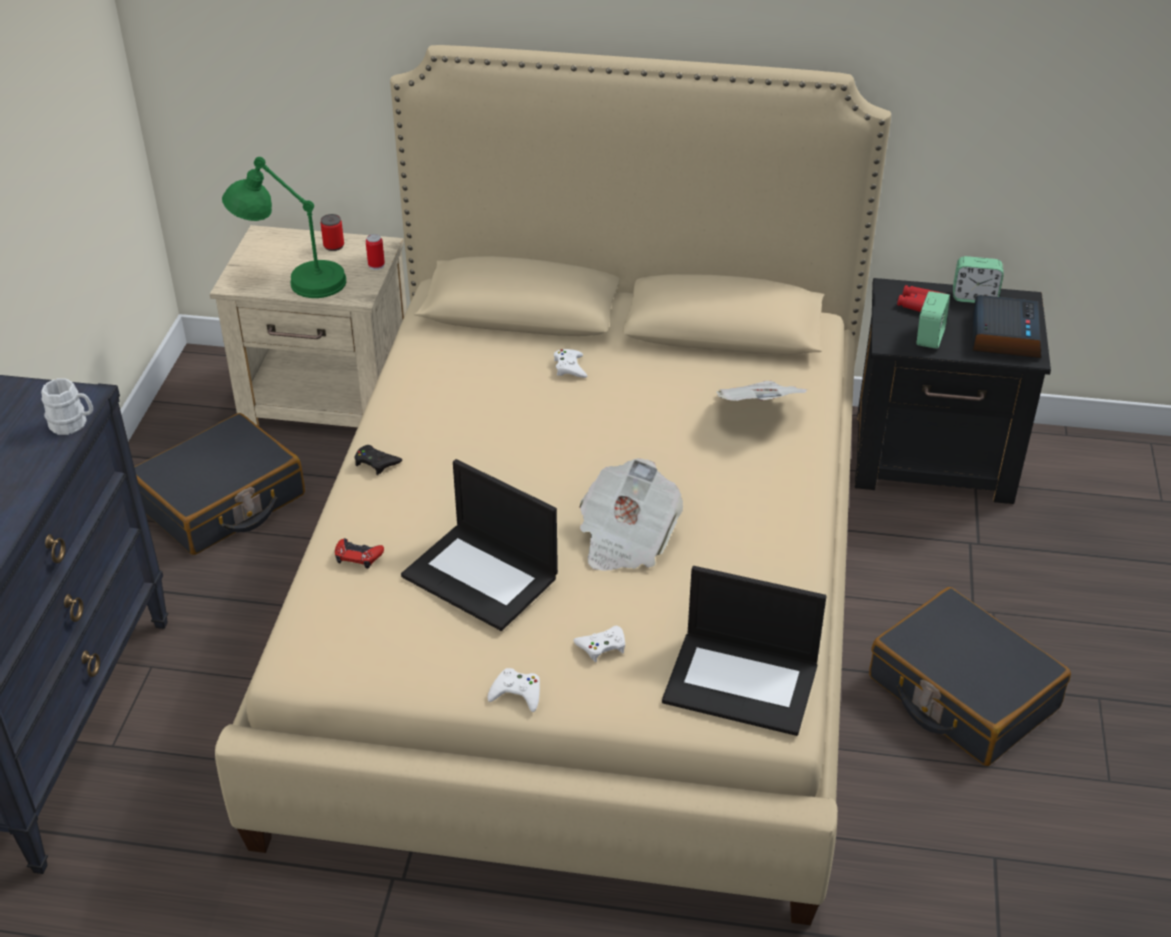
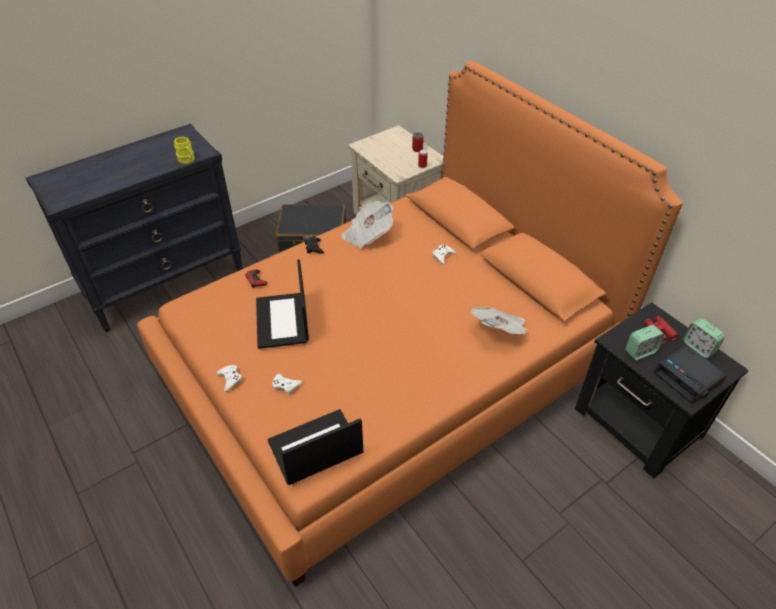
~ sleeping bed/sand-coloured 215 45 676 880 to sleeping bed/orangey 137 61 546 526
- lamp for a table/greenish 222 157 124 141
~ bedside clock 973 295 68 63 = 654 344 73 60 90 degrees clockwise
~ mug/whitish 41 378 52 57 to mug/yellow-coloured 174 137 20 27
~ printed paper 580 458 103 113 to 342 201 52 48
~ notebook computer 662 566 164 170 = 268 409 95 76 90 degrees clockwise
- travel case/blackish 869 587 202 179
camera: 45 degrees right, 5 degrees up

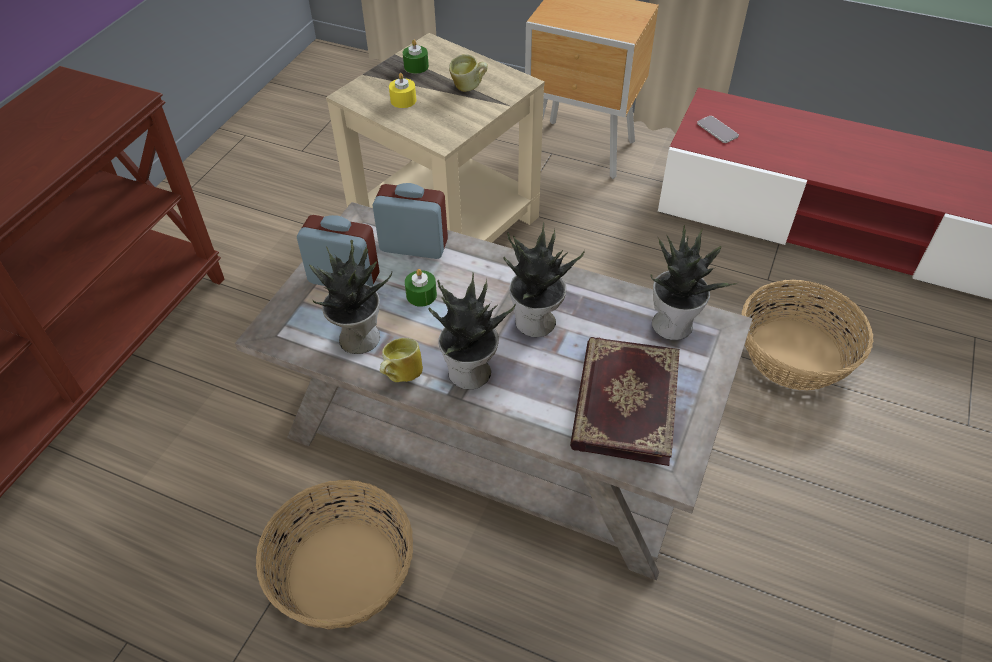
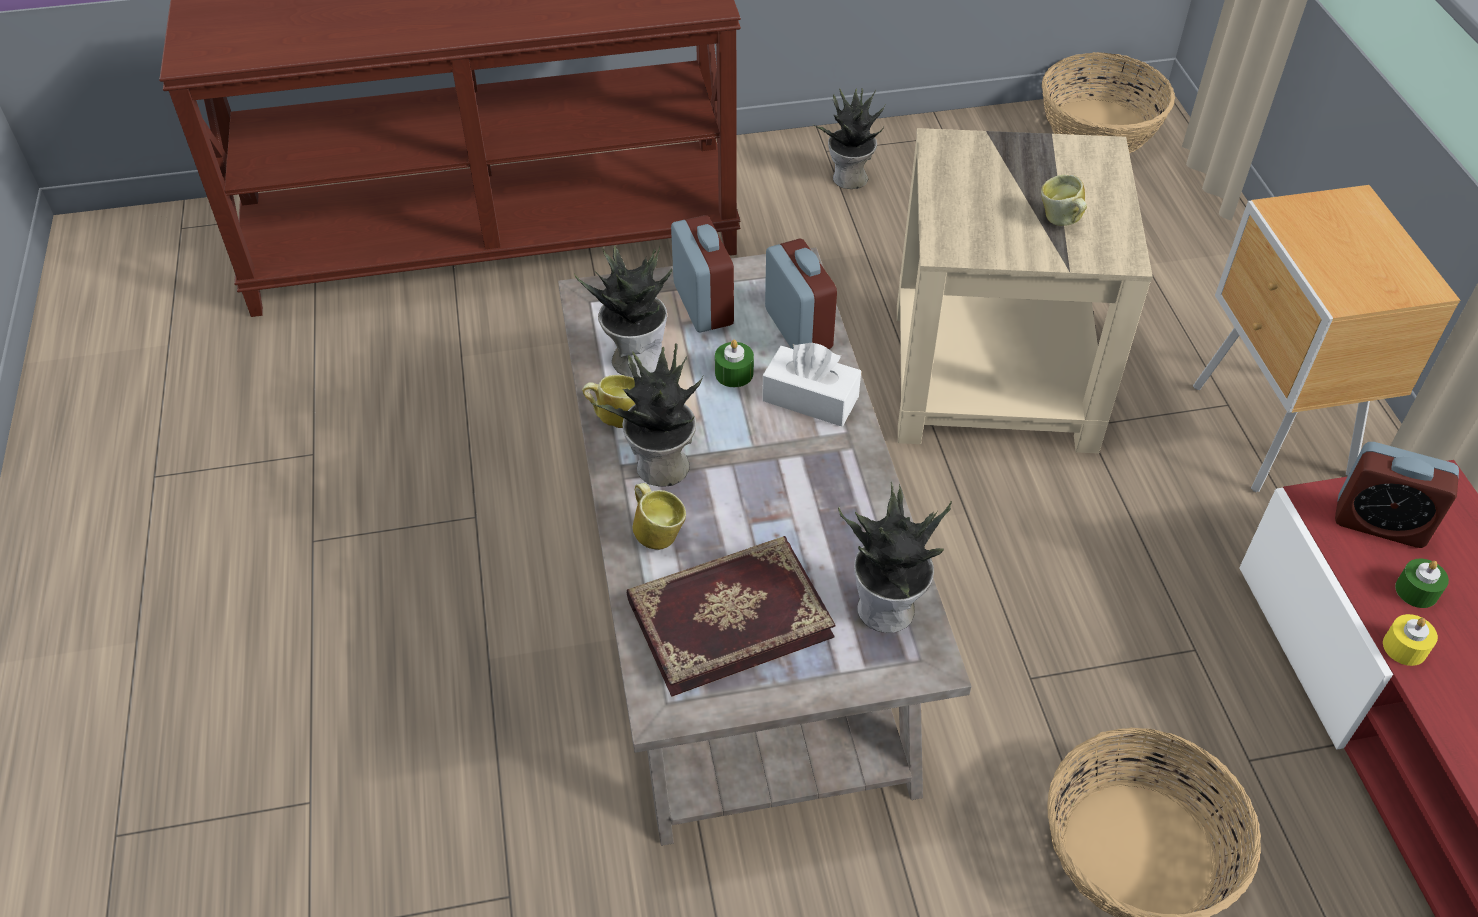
~ wax candle/greenish 403 40 26 34 to 1395 559 54 49
~ wax candle/yellow-coloured 389 73 27 35 to 1383 614 55 52
~ telephone 697 116 42 27 to bedside clock 1335 442 124 106
~ plant in a pot 503 222 82 115 to 814 88 71 101
~ household basket 256 480 157 150 to 1042 52 133 101
+ tissue box/whitish 762 343 99 83
+ mug 632 483 54 67
camera: 55 degrees right, 0 degrees up

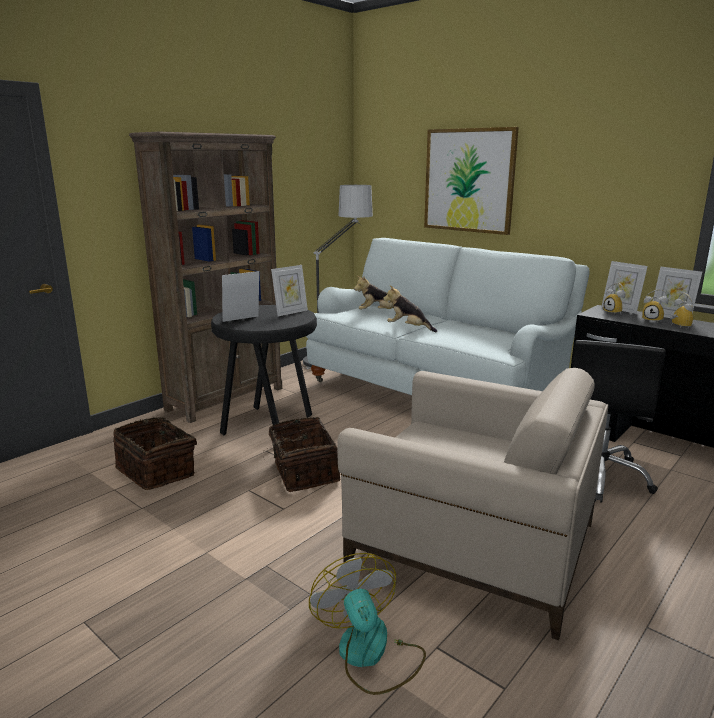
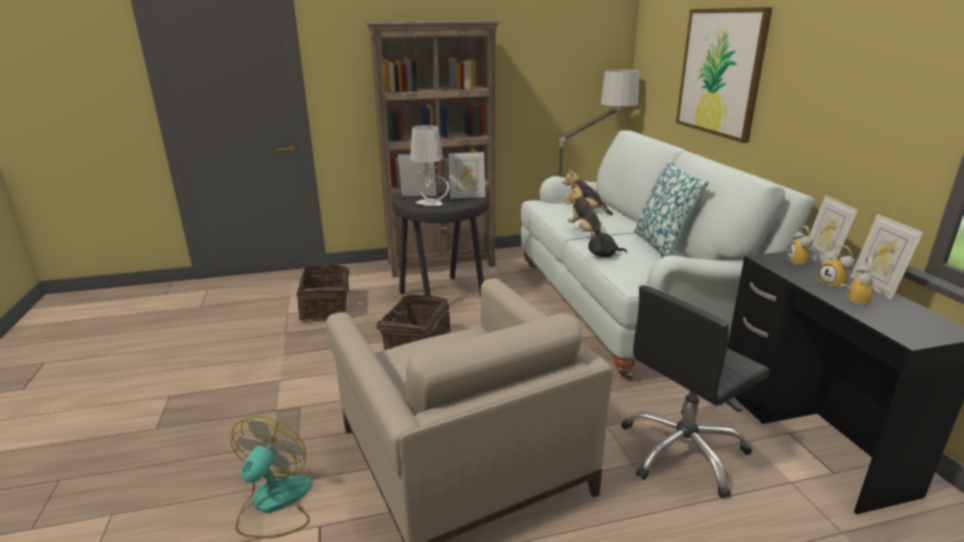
+ lamp for a table/gray 410 125 39 81
+ cushion 634 160 75 98
+ cuddly toy/blackish 589 229 38 29
camera: 35 degrees right, 5 degrees up

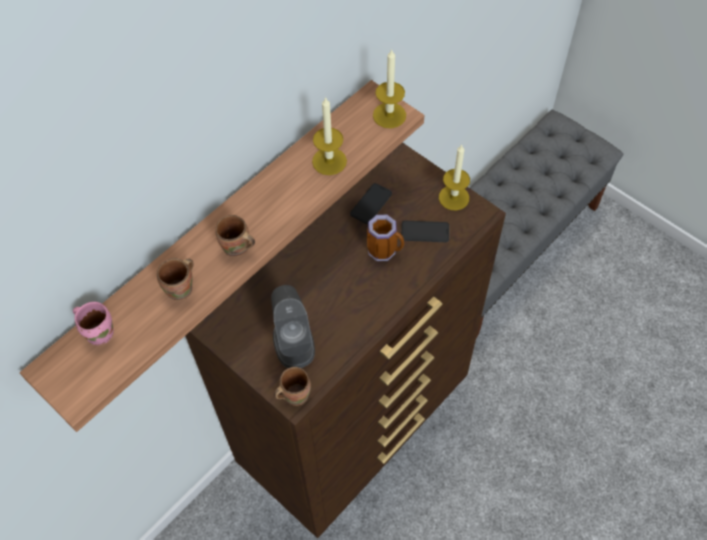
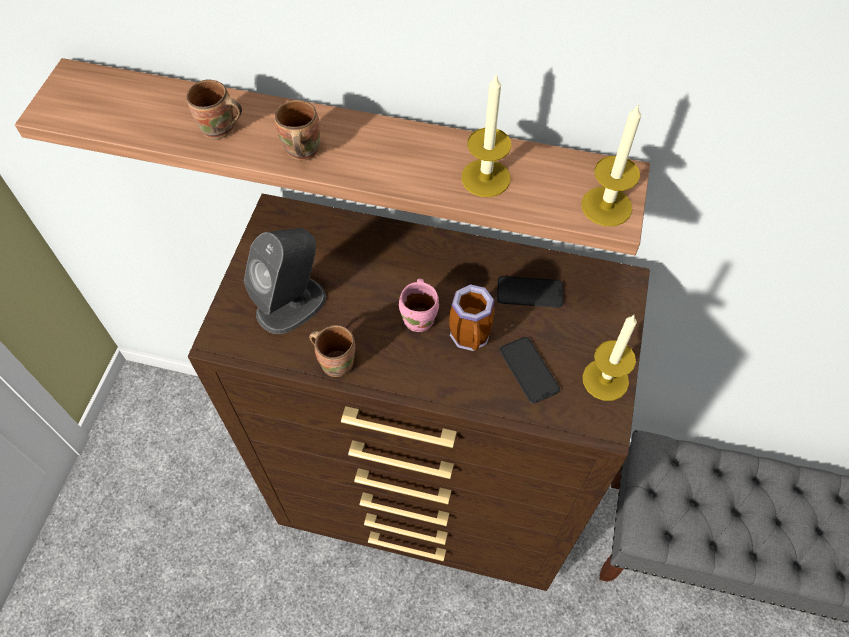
~ mug/pink 73 302 41 43 to 399 279 40 53
~ mug/brown 274 367 37 39 to 309 325 46 52
camera: 60 degrees right, 0 degrees up

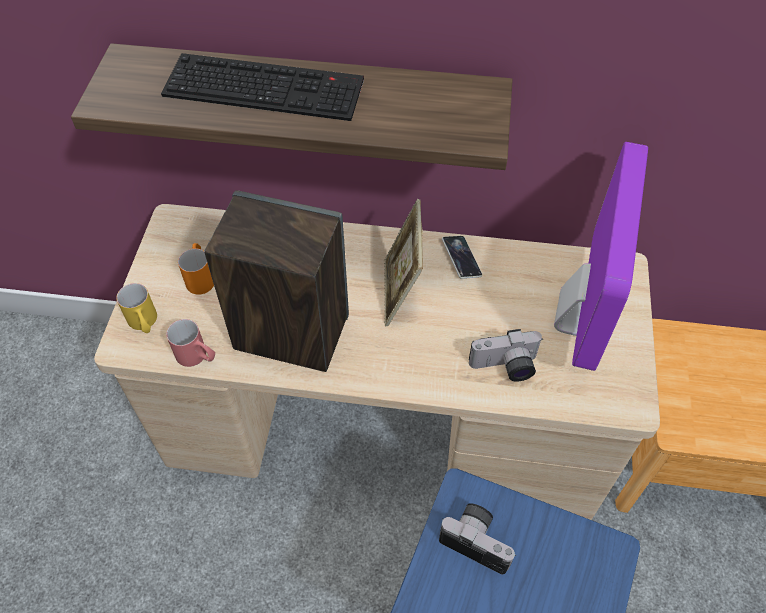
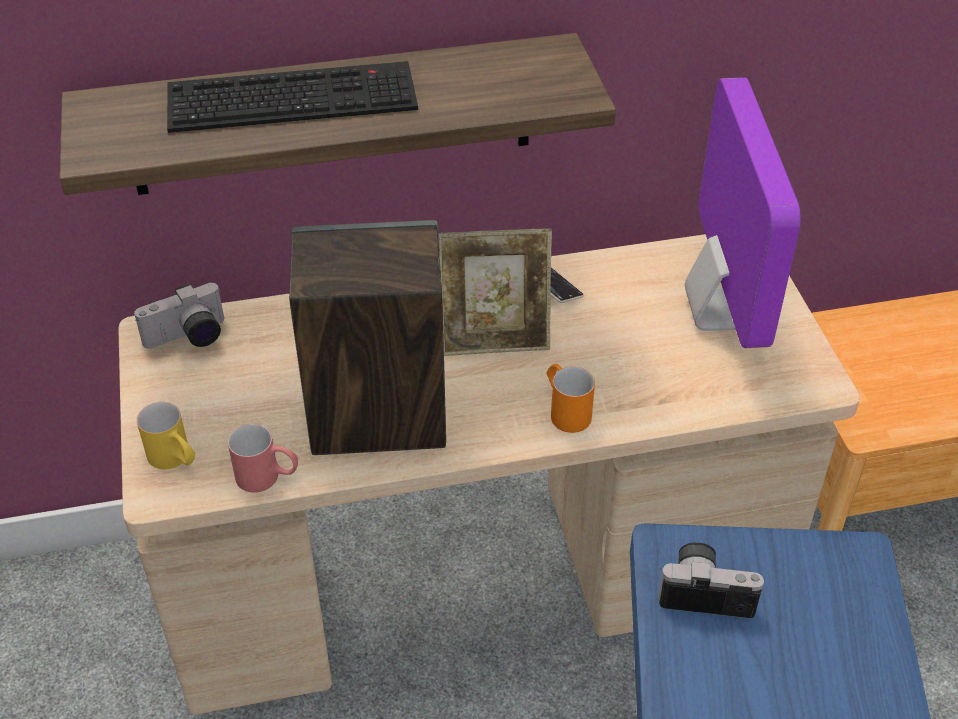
~ standing frame 384 199 39 127 = 439 228 113 128 75 degrees counterclockwise
~ mug/orangey 178 243 36 52 to 547 364 48 69
~ photo camera 469 329 73 52 to 134 283 90 66
camera: 20 degrees left, 10 degrees down

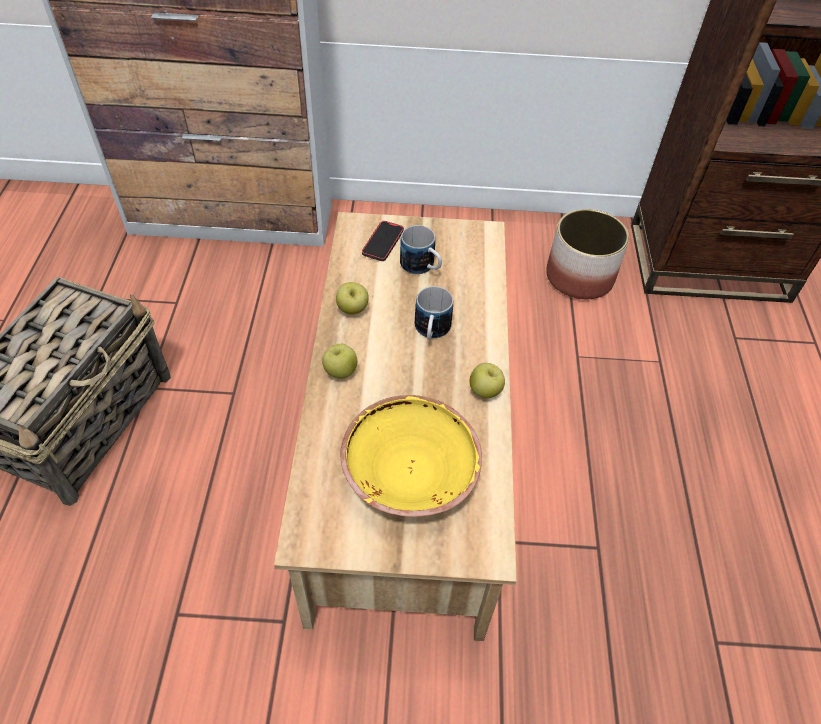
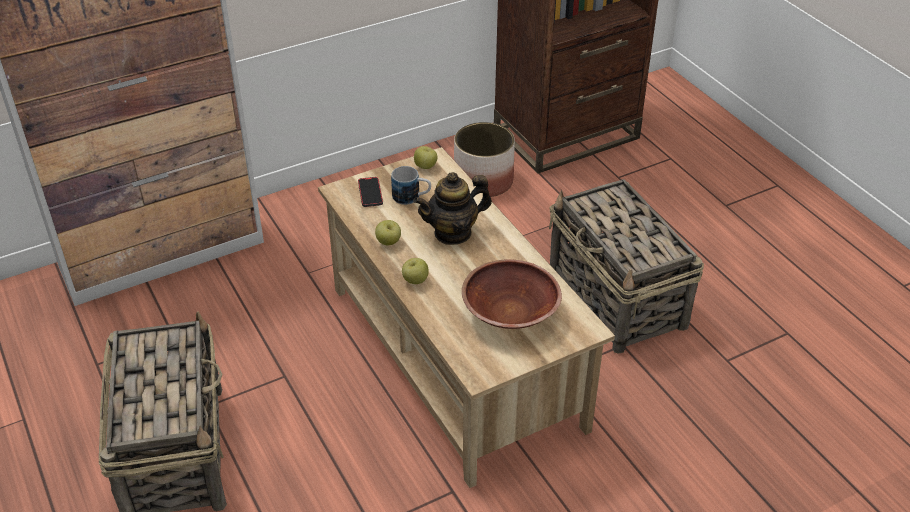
~ mug 415 286 38 54 to tea pot 414 172 78 73
~ apple fruit 469 363 36 35 to 414 146 23 23
~ bowl/yellow-coloured 340 395 142 122 to bowl/brown 462 259 100 70
+ household basket 549 179 155 175
camera: 30 degrees left, 10 degrees down

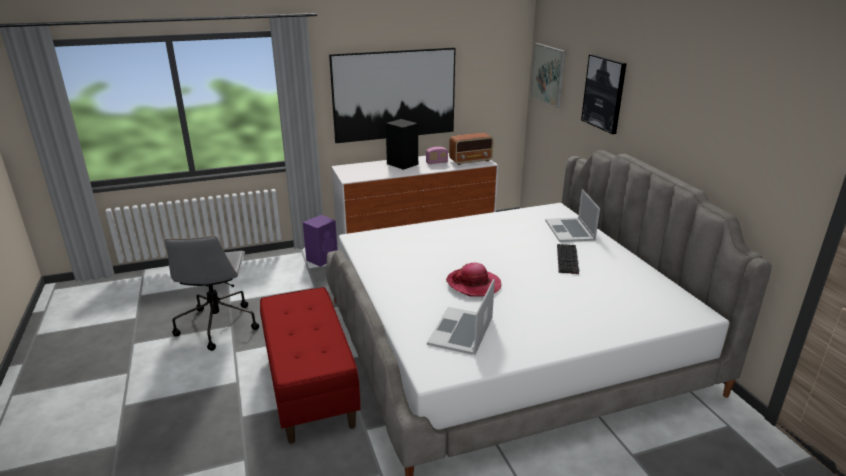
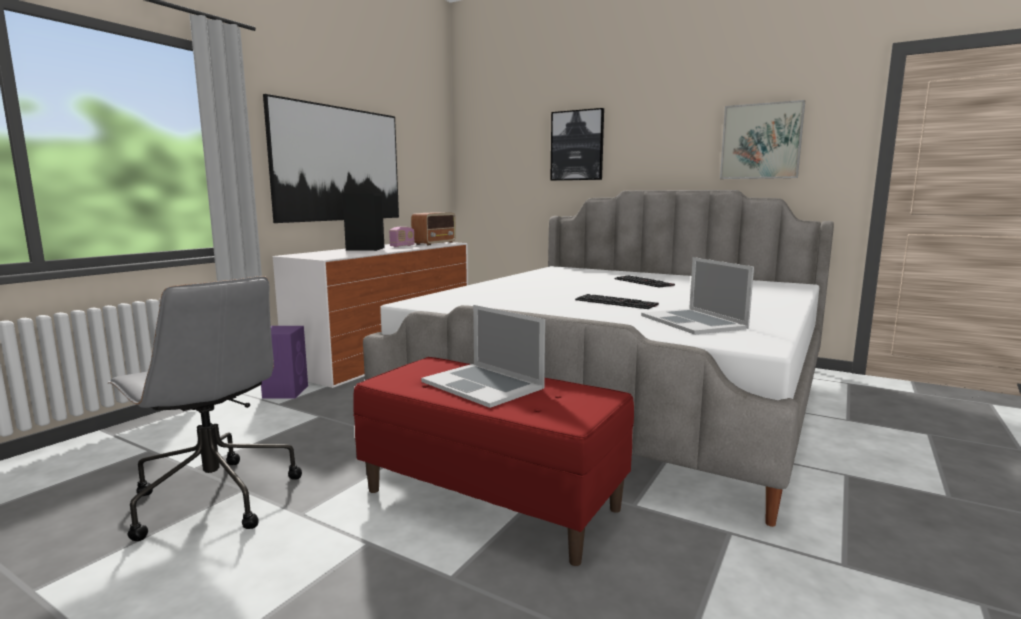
~ wall art 531 43 34 65 to 720 100 85 79
~ notebook computer 545 189 55 53 to 421 305 124 103
~ hat 446 262 55 35 to computer keyboard 575 294 84 15
camera: 40 degrees left, 15 degrees down

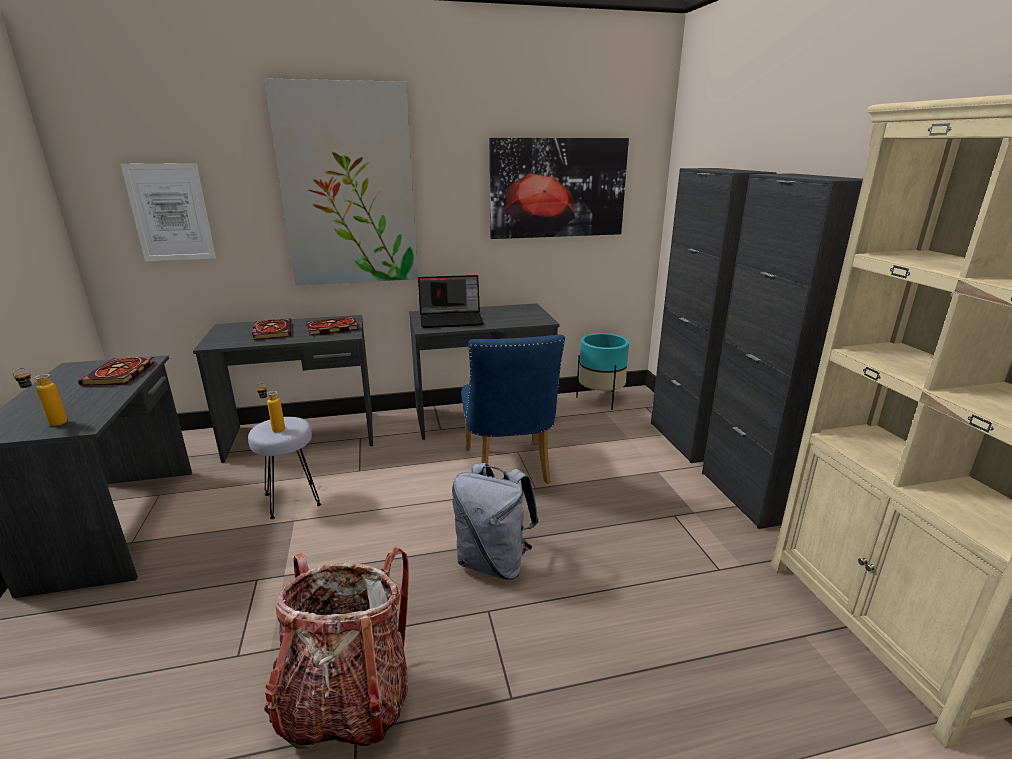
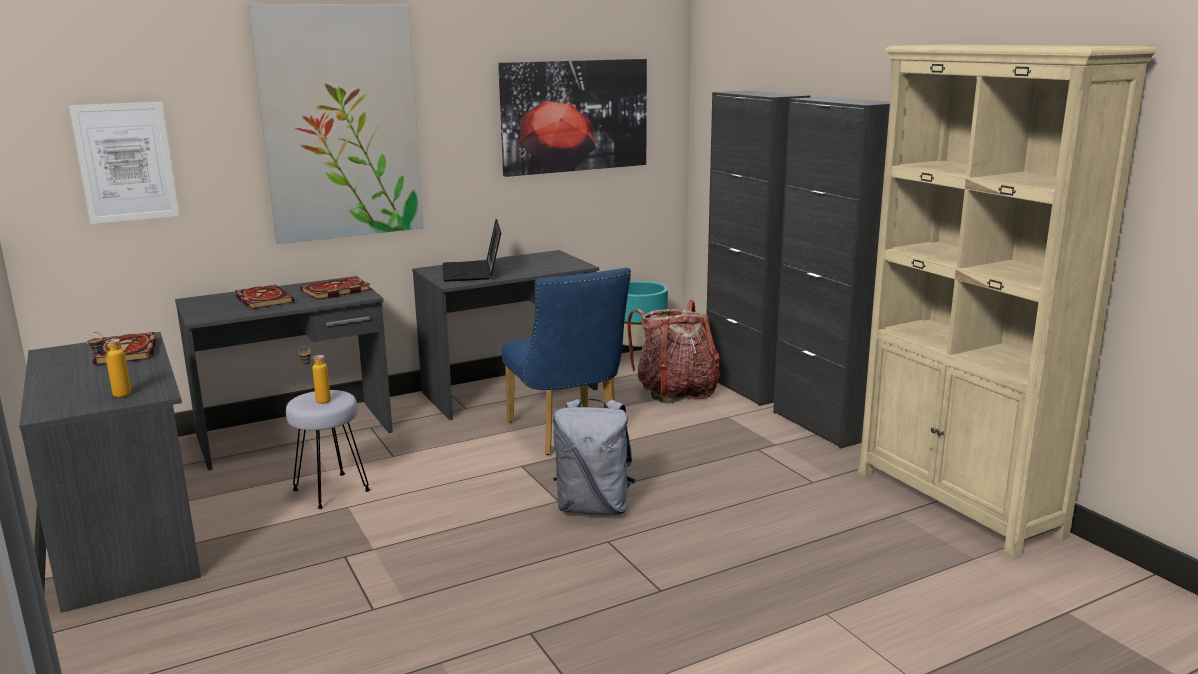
~ notebook computer 418 275 66 53 = 443 219 58 63 105 degrees clockwise
~ backpack 264 547 145 202 to 627 300 93 103
camera: 15 degrees left, 5 degrees down

